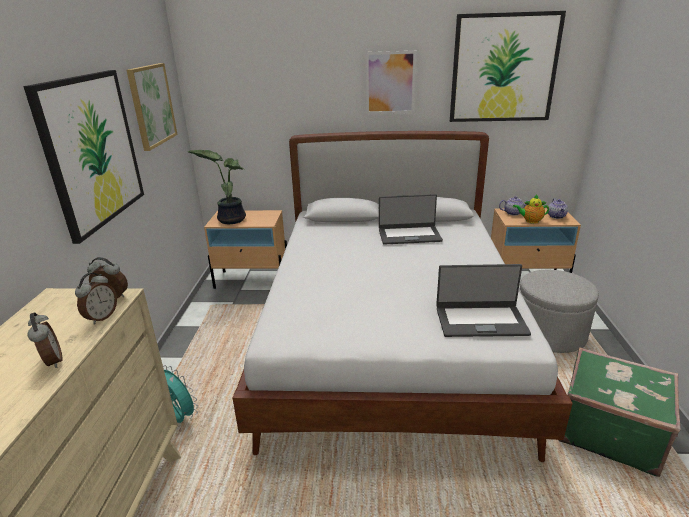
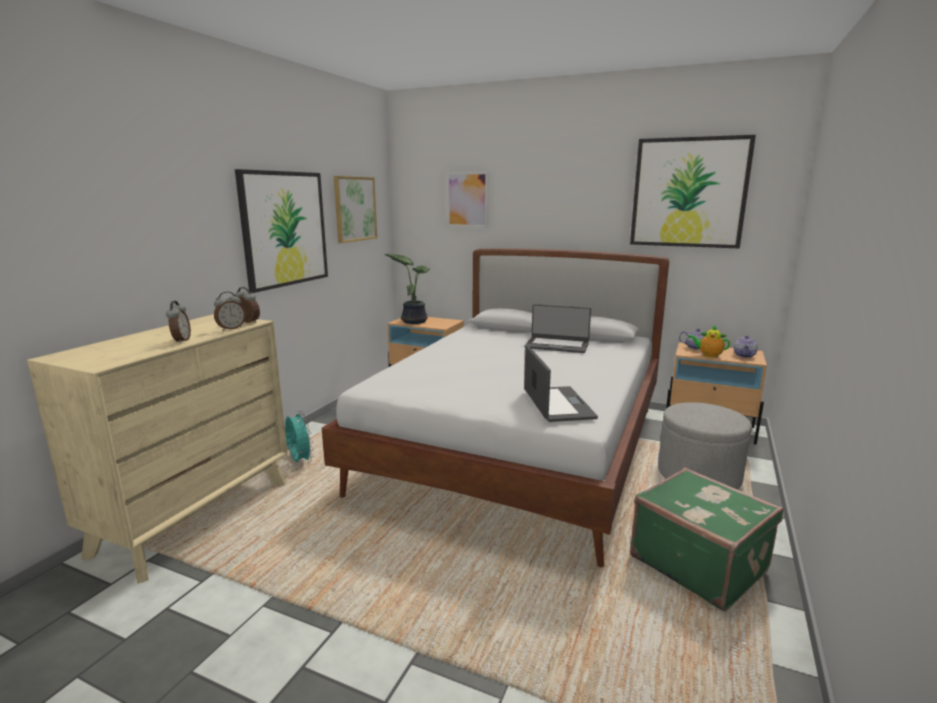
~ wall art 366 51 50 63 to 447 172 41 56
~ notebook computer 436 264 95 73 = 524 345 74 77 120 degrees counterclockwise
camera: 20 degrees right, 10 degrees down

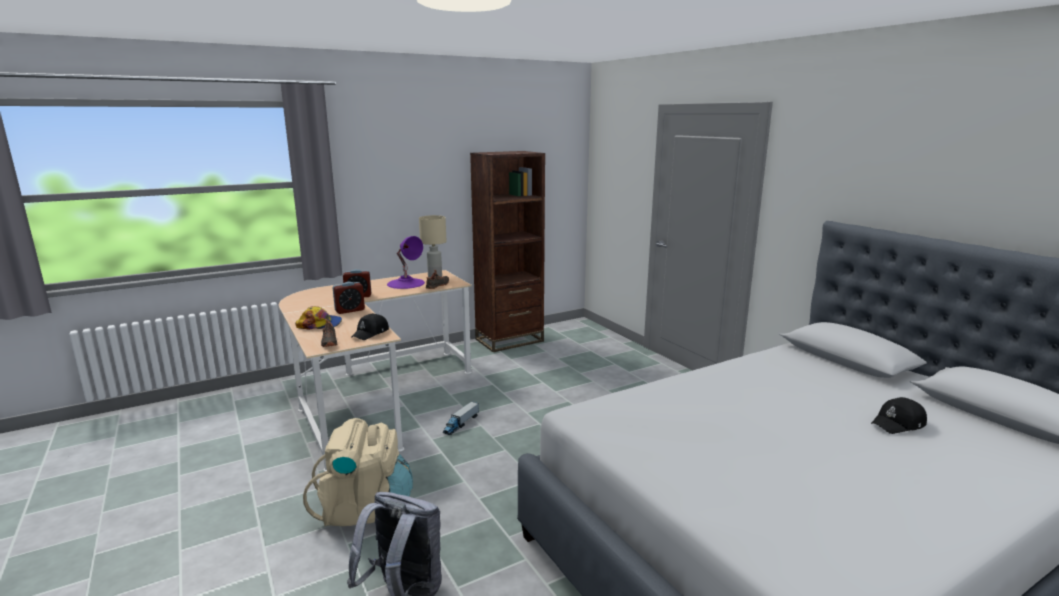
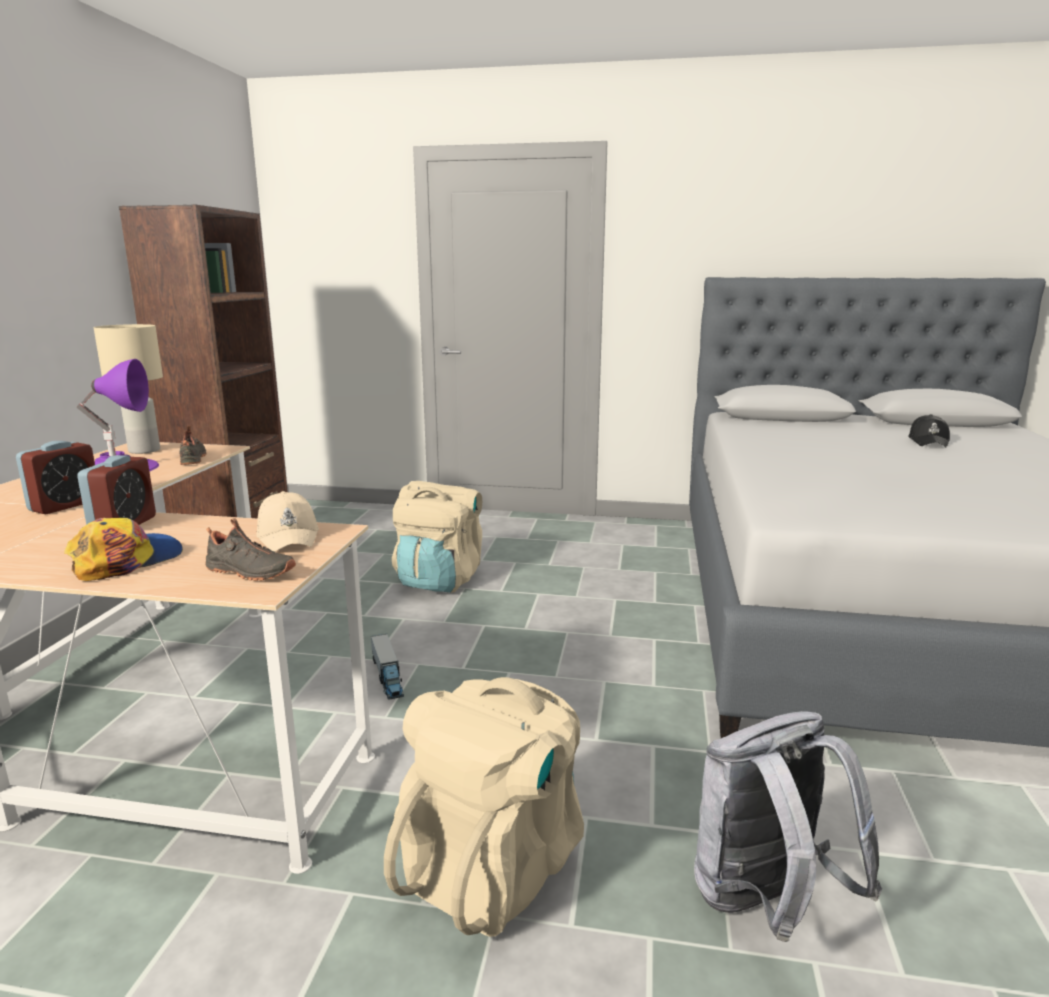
~ peaked cap/blackish 351 313 38 27 to peaked cap/sand-coloured 257 491 62 61
+ backpack/sand-coloured 392 481 90 112
camera: 50 degrees left, 0 degrees up

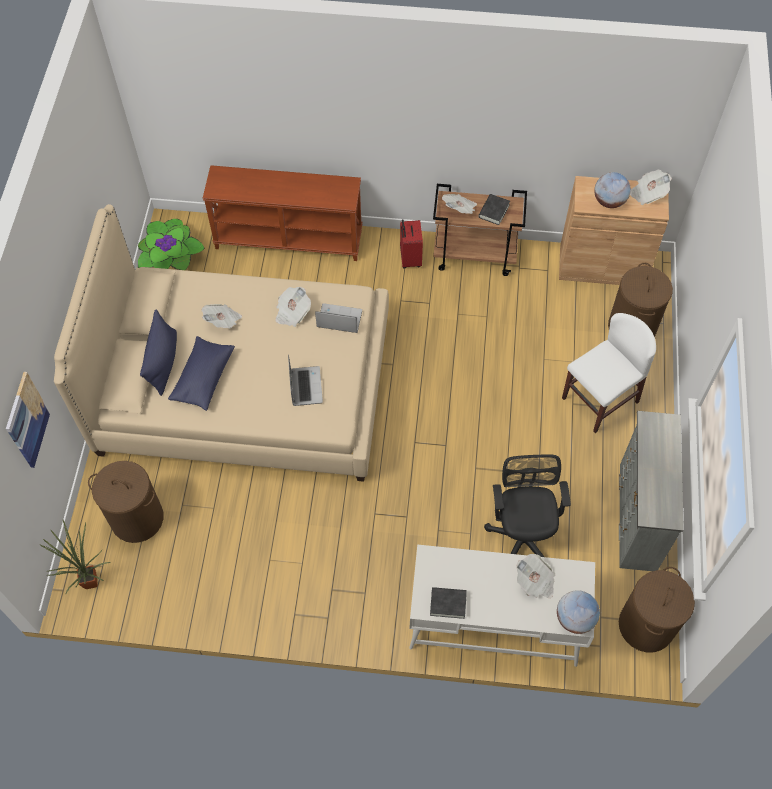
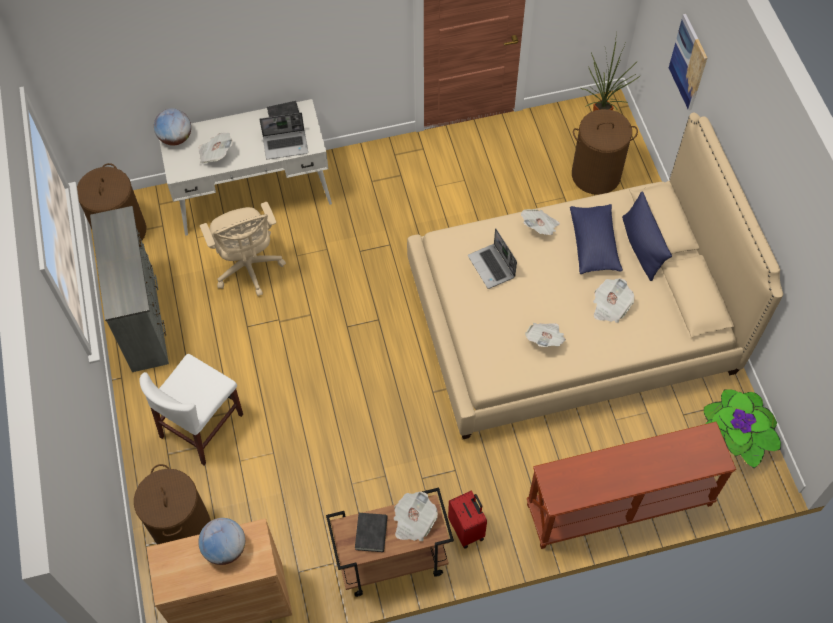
~ printed paper 630 170 42 35 to 521 209 39 26
~ notebook computer 315 303 47 30 to 259 113 49 46
~ office chair/blackish 484 455 87 102 to office chair/sand-coloured 200 202 86 94
camera: 160 degrees right, 0 degrees up

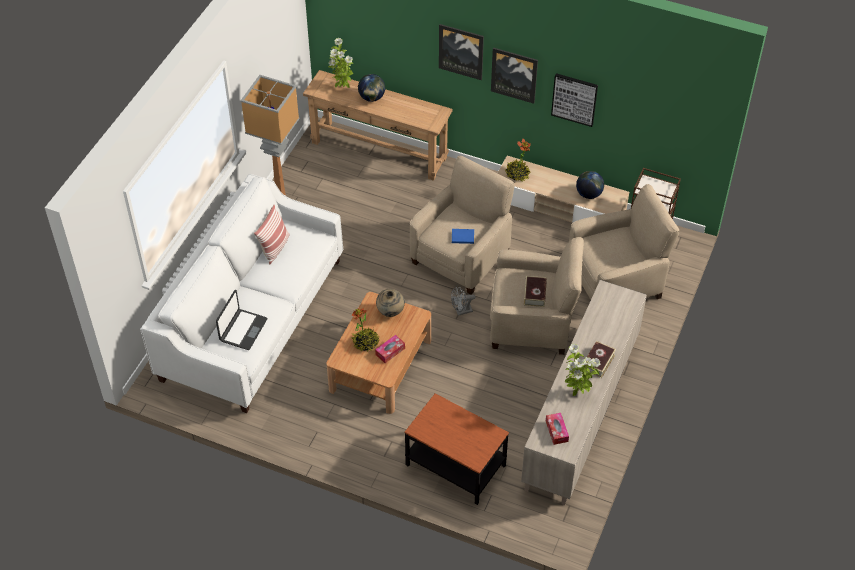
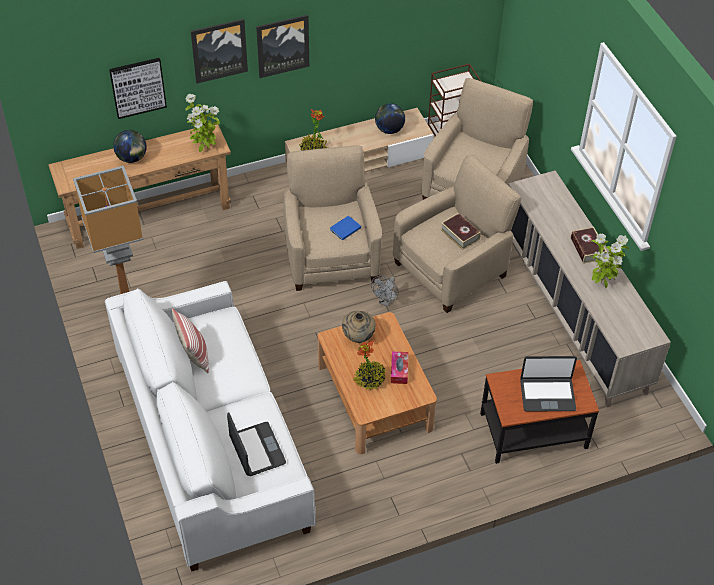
~ plant in a pot 328 38 25 50 to 185 94 35 58
~ wall art 551 73 47 54 to 109 58 58 61
- tissue box 546 413 23 32
+ notebook computer 520 356 57 56
camera: 45 degrees left, 0 degrees up

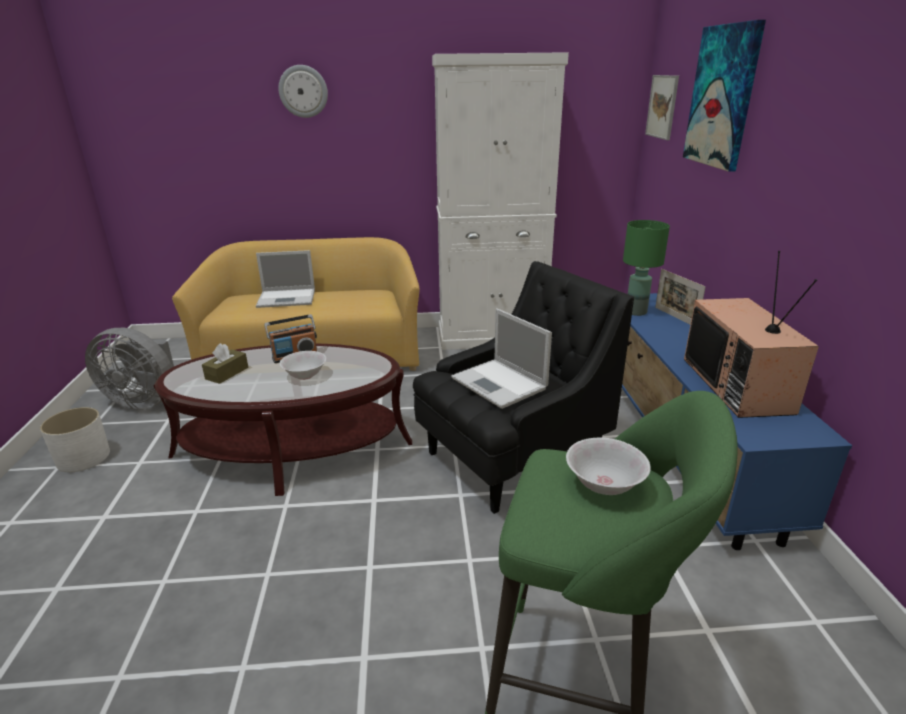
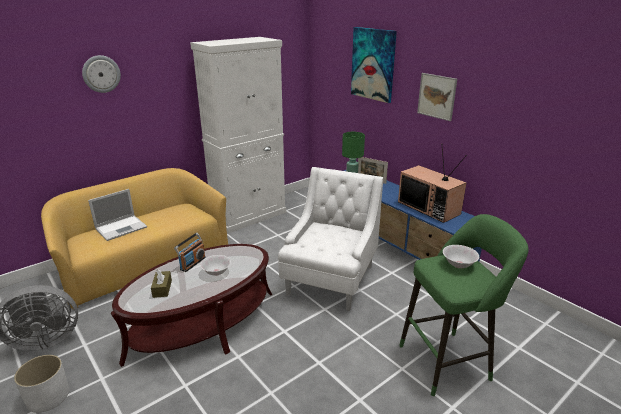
~ wall art 645 75 34 65 to 417 73 40 48
~ lounge chair/blackish 413 261 221 253 to lounge chair/whitish 278 167 105 144
- notebook computer 451 309 101 100
camera: 35 degrees left, 0 degrees up

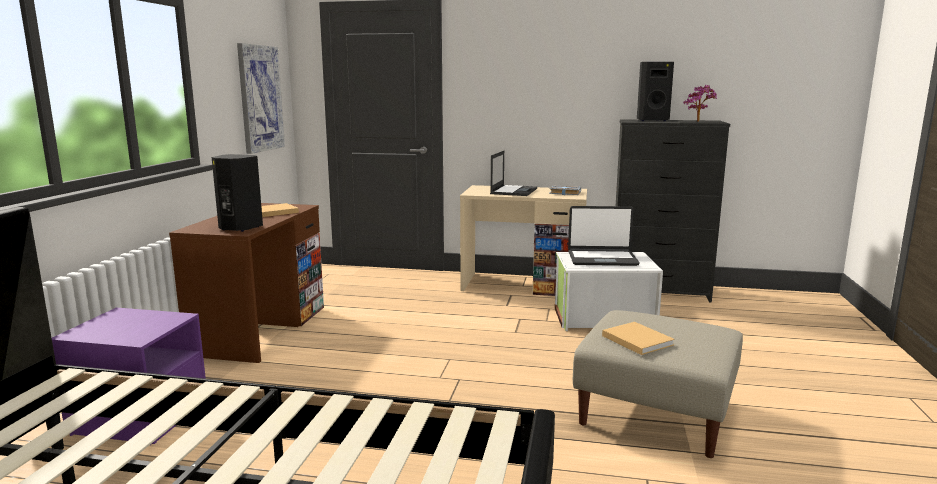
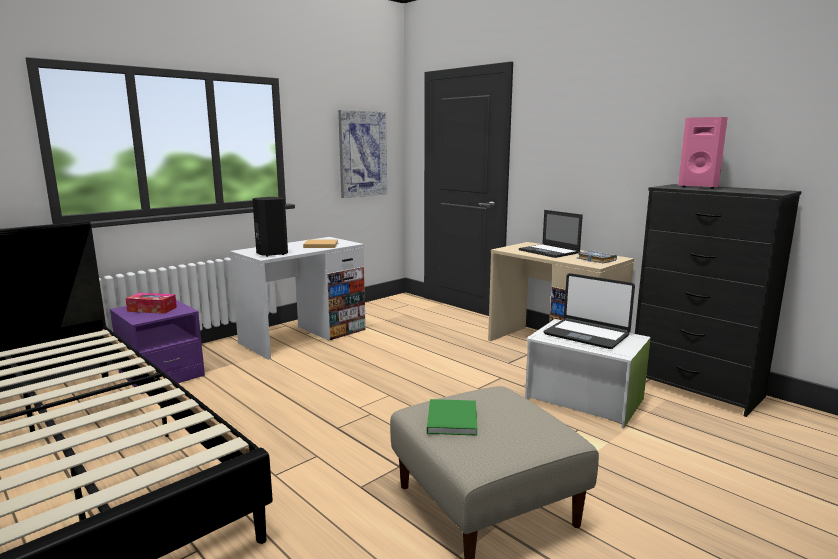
~ loudspeaker/blackish 637 62 37 59 to loudspeaker/pink 678 117 50 71
- plant in a pot 683 85 34 37
~ notebook computer 490 151 47 45 = 519 210 64 48 90 degrees clockwise
~ desk table/brown 169 203 155 160 to desk table/whitish 230 237 136 123
~ bound book/sand-coloured 602 322 73 33 to bound book/greenish 427 399 51 37
+ tissue box 125 293 52 21
camera: 35 degrees right, 0 degrees up

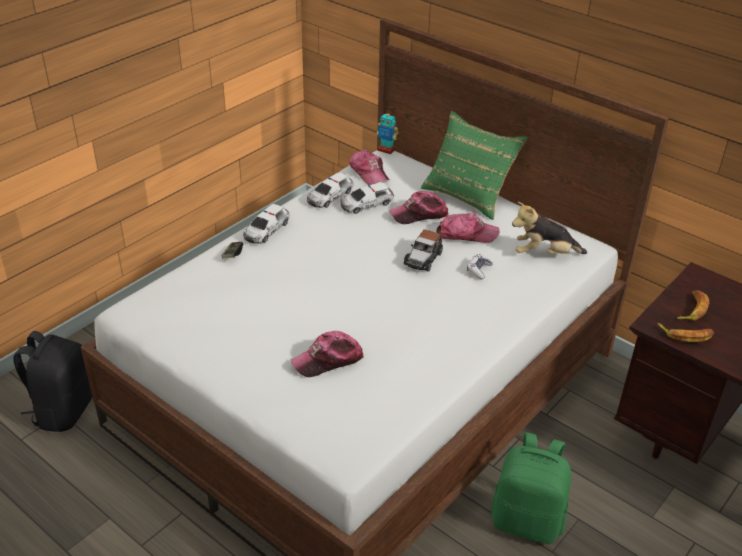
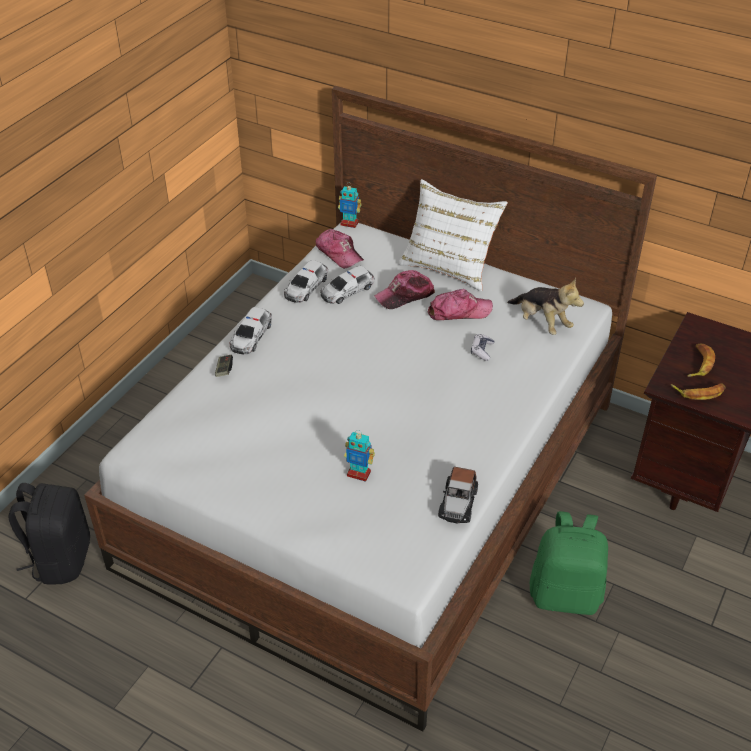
~ cushion/greenish 421 111 107 109 to cushion/whitish 399 179 109 112
~ cuddly toy 512 202 75 52 = 507 278 77 57 120 degrees counterclockwise
~ miniature car 404 230 39 42 to 438 467 40 57
~ peaked cap 291 331 73 46 to toy robot 344 430 31 52
camera: 10 degrees left, 5 degrees up

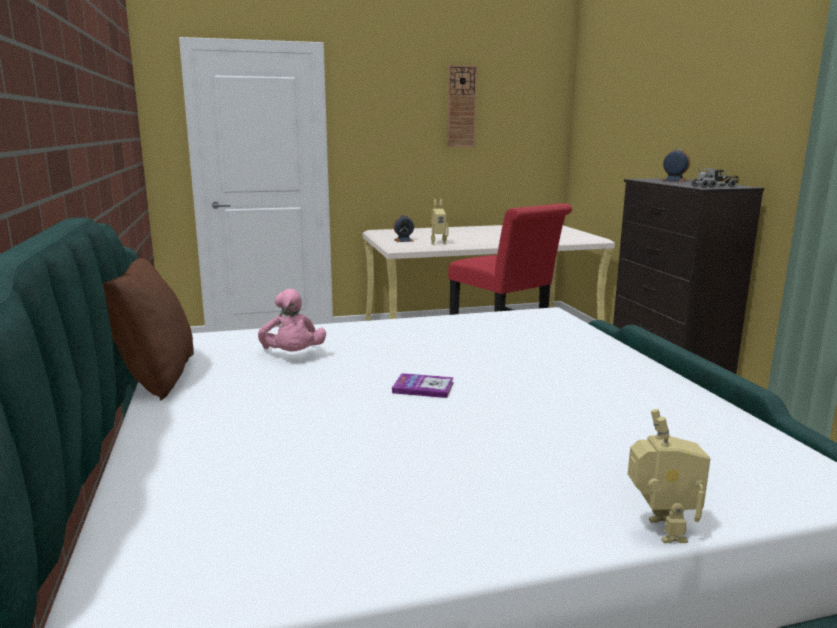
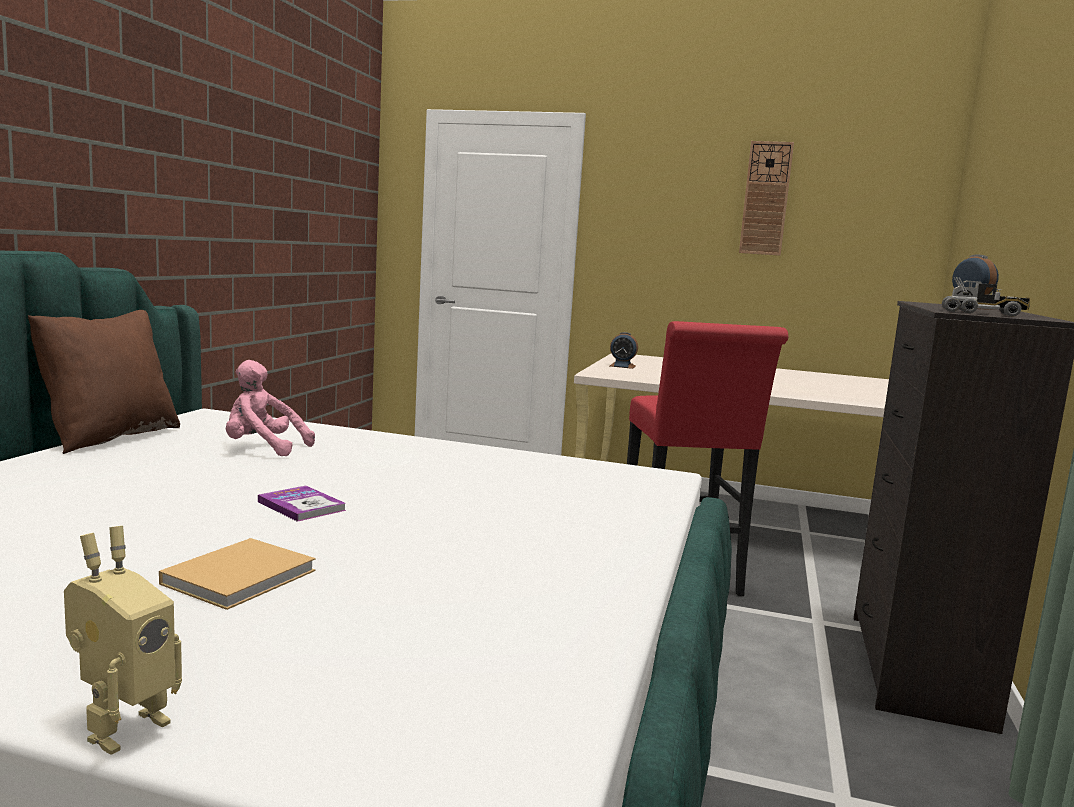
- toy robot 431 199 18 46
~ cuddly toy/pink 258 289 68 63 = 226 360 89 96 90 degrees clockwise
+ bound book/sand-coloured 159 538 157 72
camera: 30 degrees right, 5 degrees down

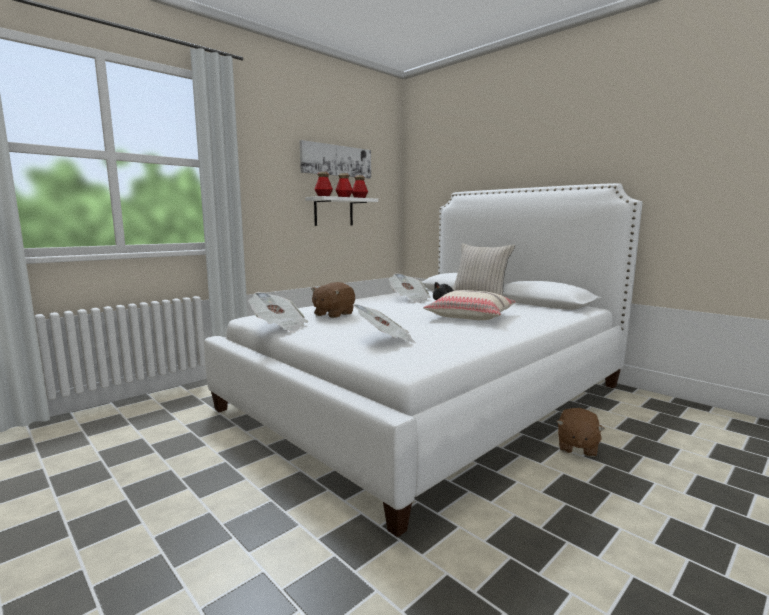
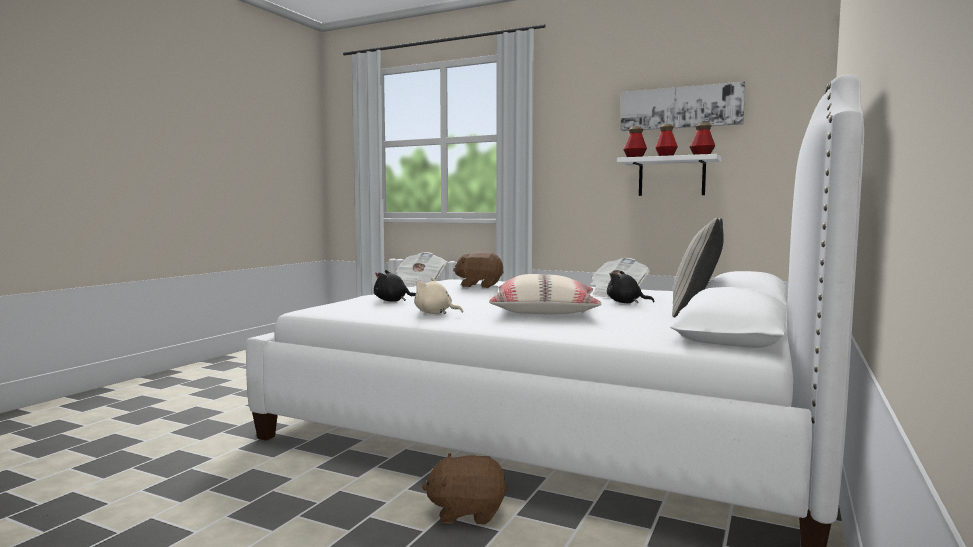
~ printed paper 353 304 64 40 to cuddly toy/blackish 374 270 42 32
+ cuddly toy/sand-coloured 414 278 49 36
camera: 70 degrees right, 5 degrees down

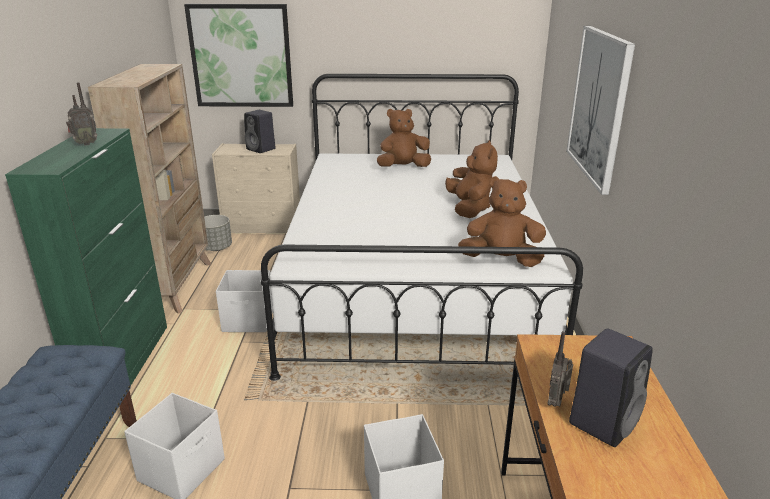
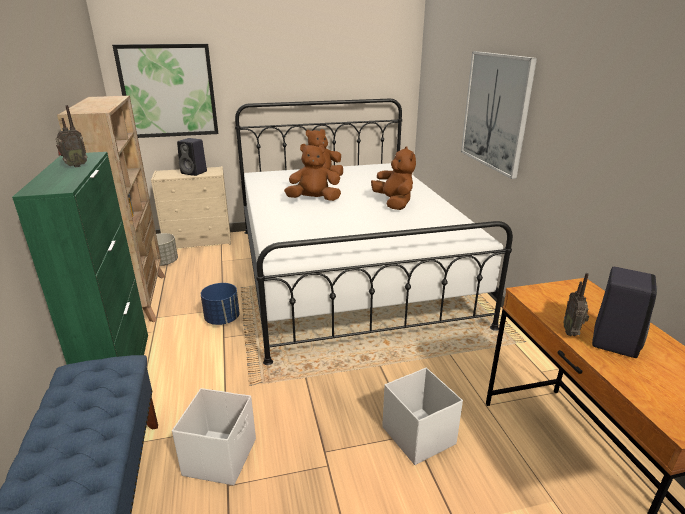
~ cuddly toy/brown 458 176 88 91 to 284 144 57 57
~ storage box/whitish 216 270 57 62 to flower pot/bluish 201 283 39 42
camera: 15 degrees left, 0 degrees up

